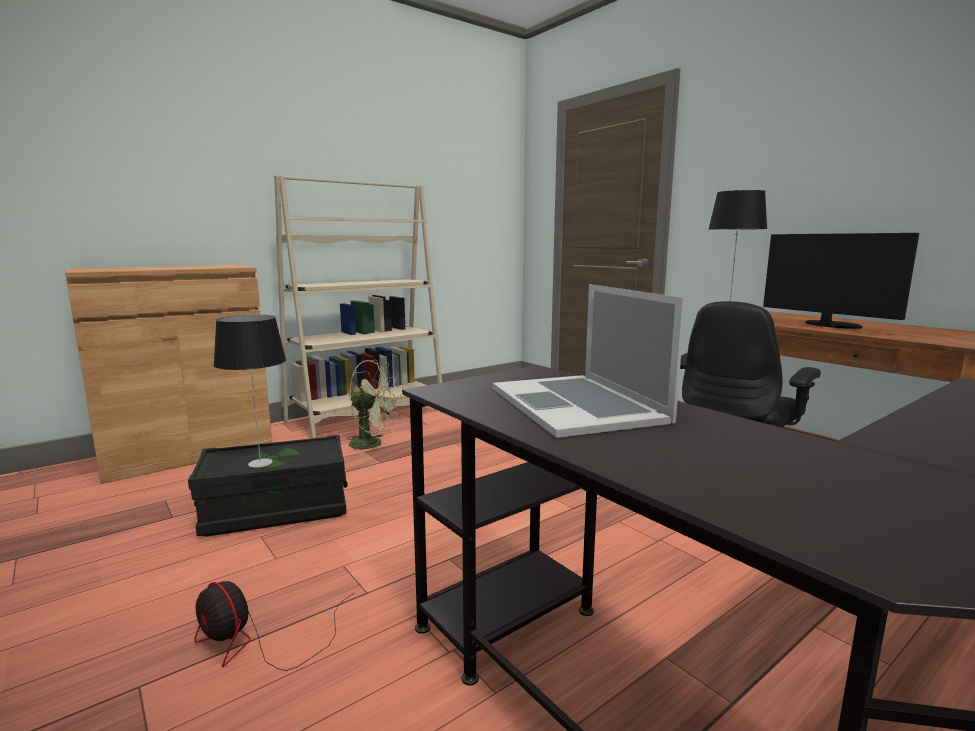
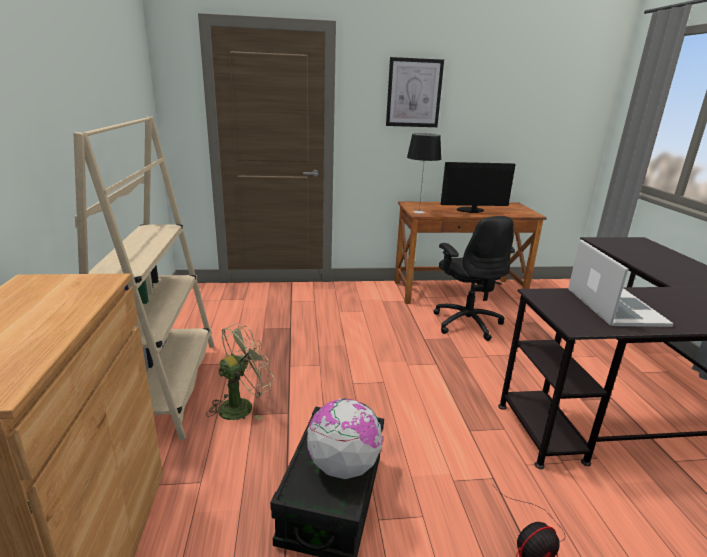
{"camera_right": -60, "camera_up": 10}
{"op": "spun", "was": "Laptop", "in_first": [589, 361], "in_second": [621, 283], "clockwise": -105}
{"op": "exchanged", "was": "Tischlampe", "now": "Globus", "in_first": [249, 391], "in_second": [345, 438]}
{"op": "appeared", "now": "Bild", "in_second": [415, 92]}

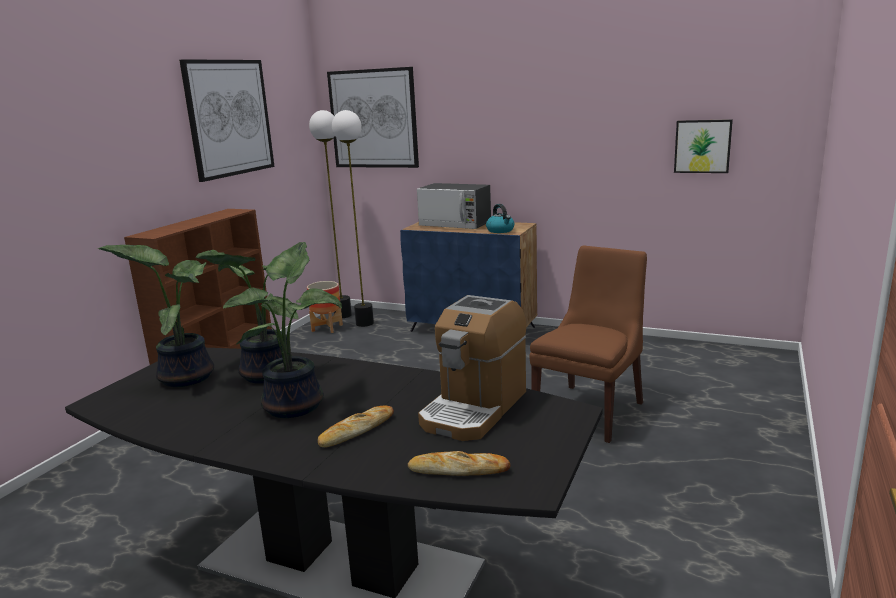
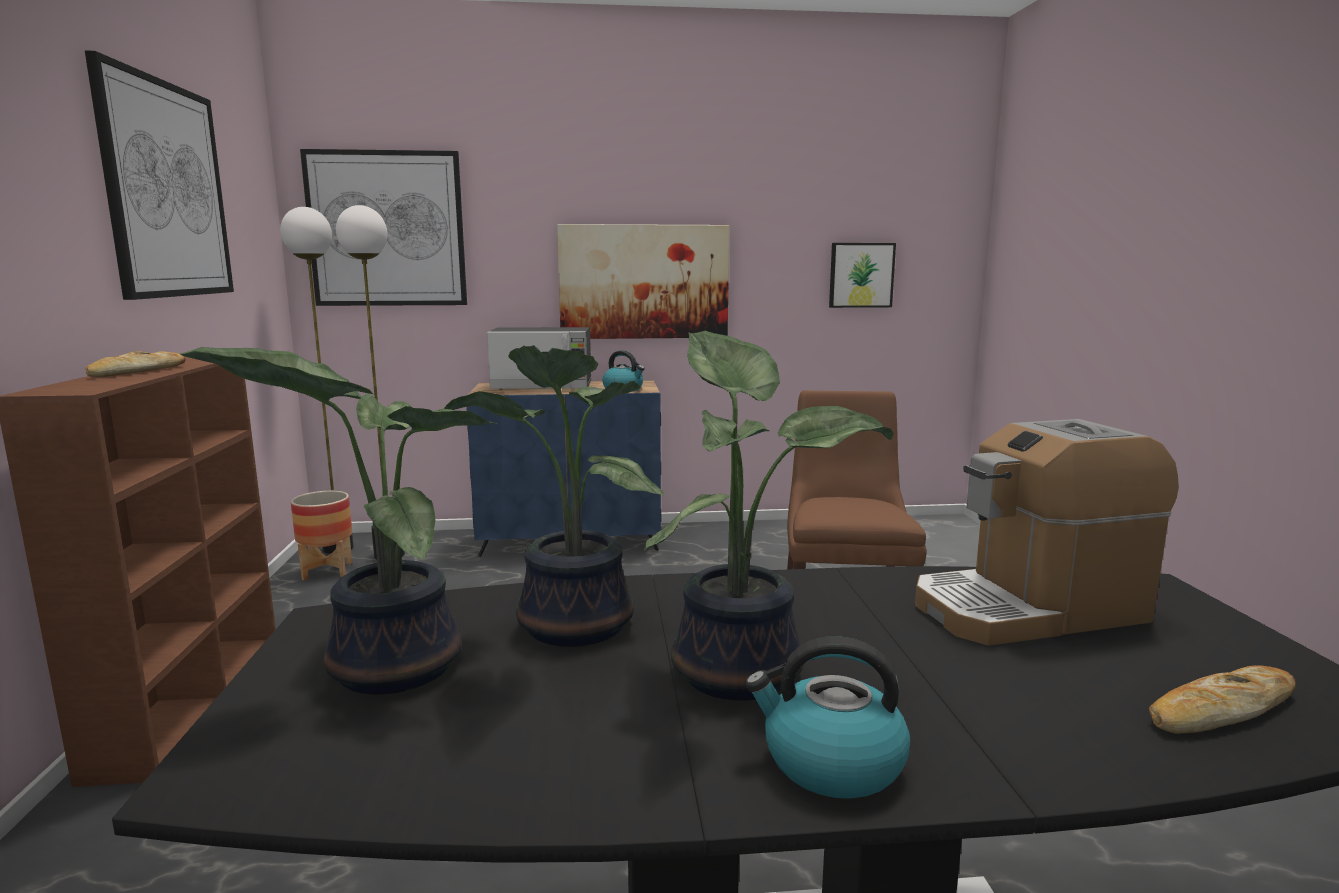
{"camera_right": -30, "camera_up": -5}
{"op": "spun", "was": "Kaffeemaschine", "in_first": [472, 368], "in_second": [1047, 532], "clockwise": 75}
{"op": "relocated", "was": "Brot", "in_first": [356, 426], "in_second": [135, 364]}
{"op": "appeared", "now": "Bild", "in_second": [643, 281]}
{"op": "appeared", "now": "Wasserkessel", "in_second": [827, 717]}

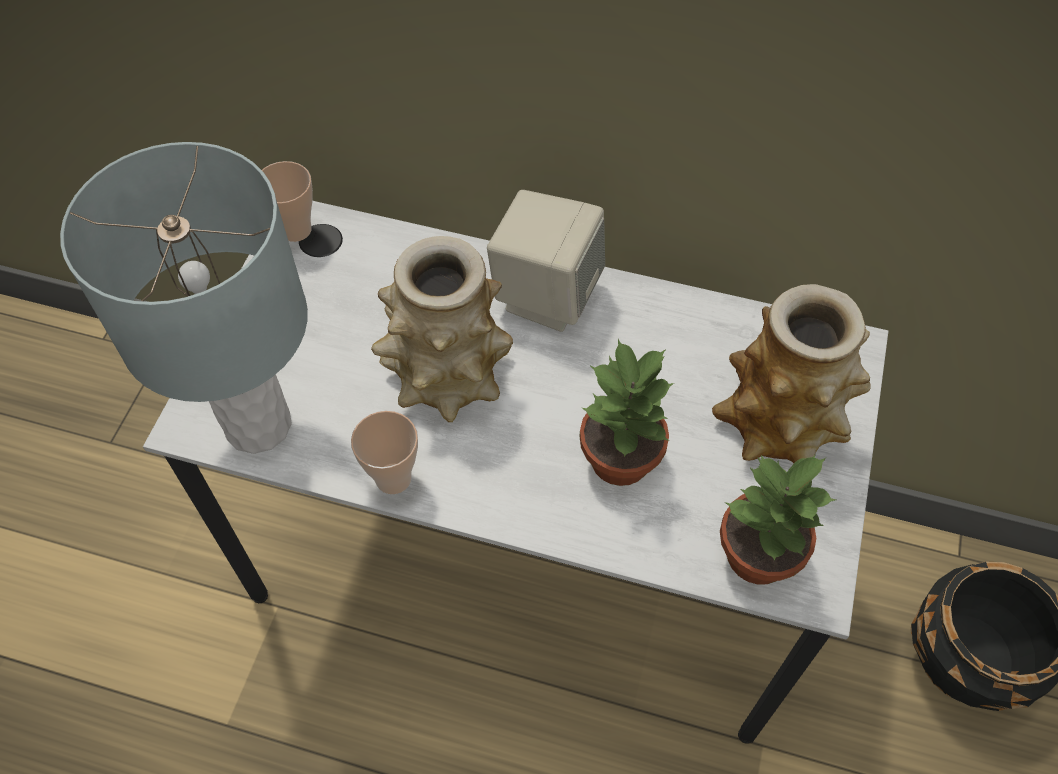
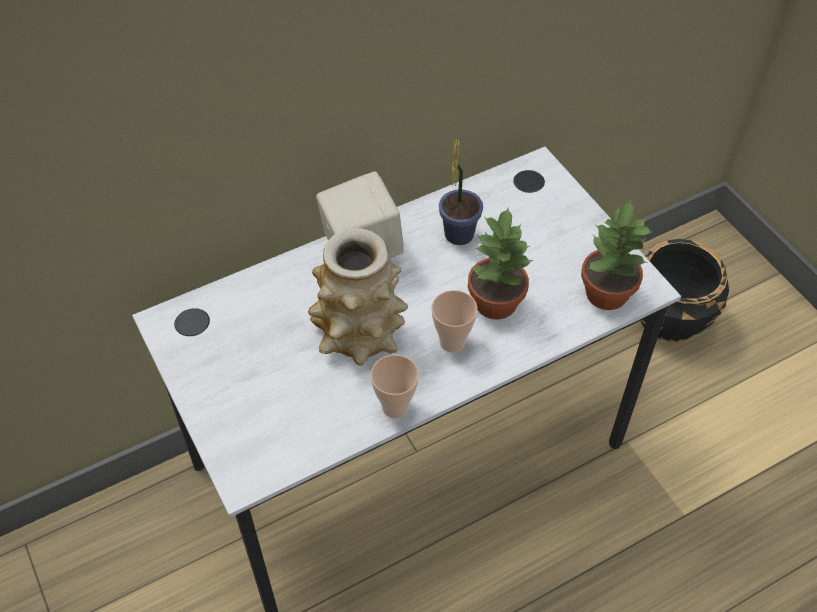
{"camera_right": -45, "camera_up": -5}
{"op": "missing", "was": "Tischlampe [grau]", "in_first": [184, 298]}
{"op": "relocated", "was": "Tasse", "in_first": [287, 201], "in_second": [454, 321]}
{"op": "missing", "was": "Vase", "in_first": [791, 373]}
{"op": "appeared", "now": "Topfpflanze", "in_second": [461, 192]}

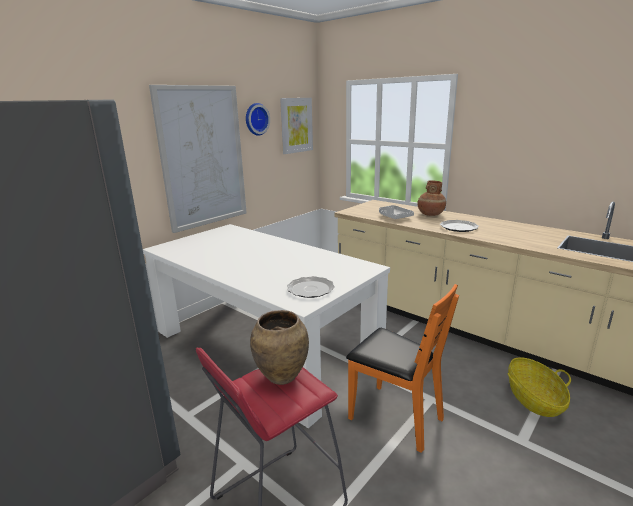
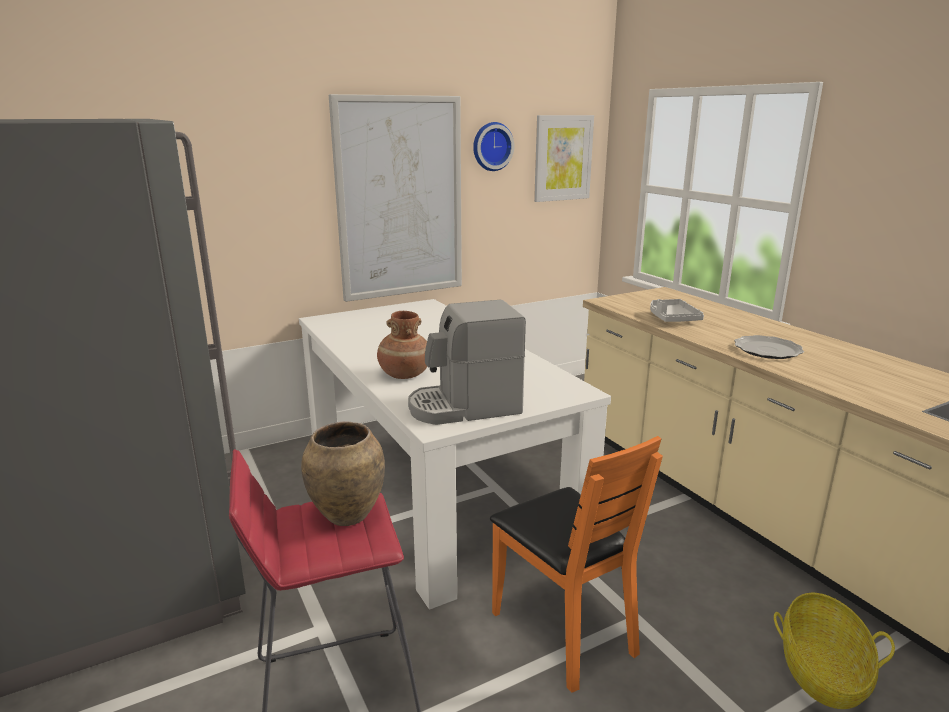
{"camera_right": 20, "camera_up": 0}
{"op": "relocated", "was": "Vase [braun]", "in_first": [431, 198], "in_second": [402, 345]}
{"op": "exchanged", "was": "Teller", "now": "Kaffeemaschine", "in_first": [311, 287], "in_second": [467, 362]}

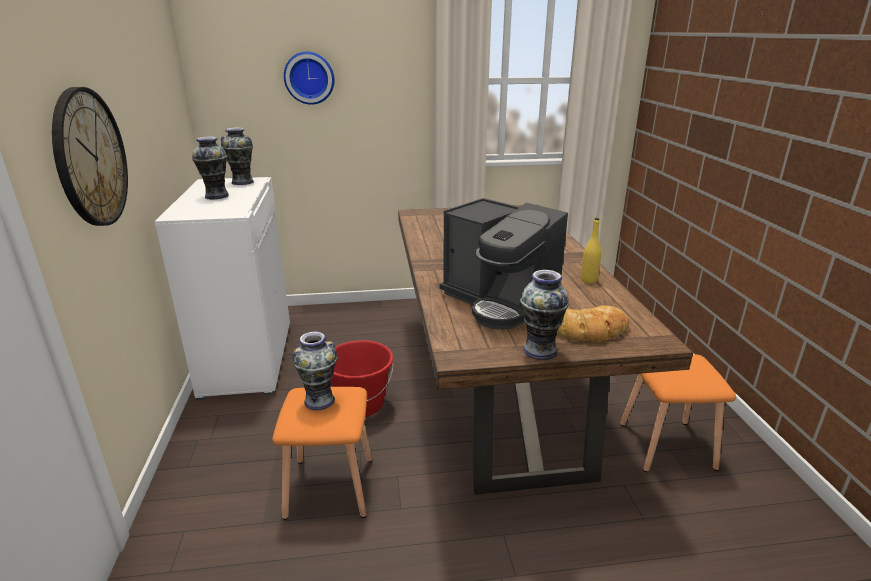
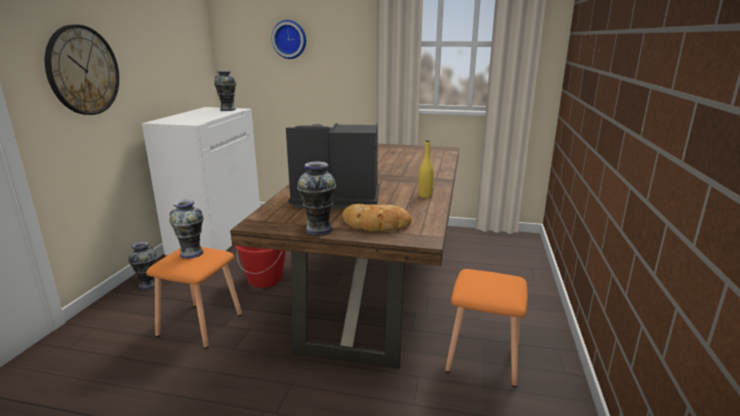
{"camera_right": 20, "camera_up": -5}
{"op": "relocated", "was": "Vase", "in_first": [210, 168], "in_second": [142, 266]}
{"op": "spun", "was": "Kaffeemaschine", "in_first": [504, 264], "in_second": [332, 166], "clockwise": 120}

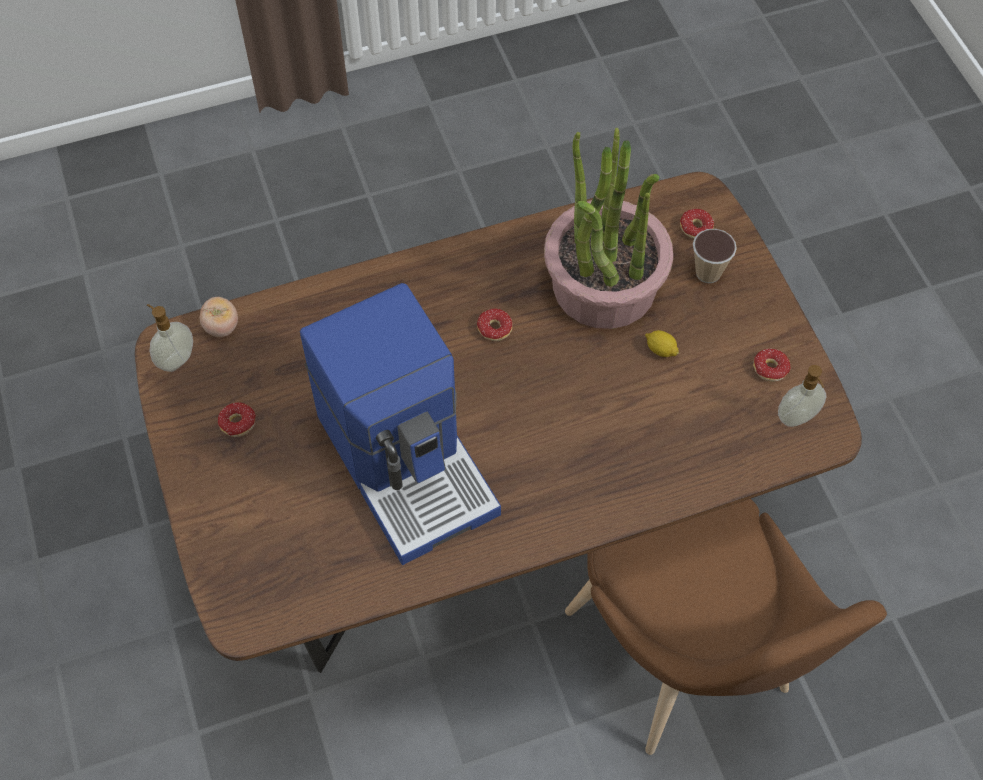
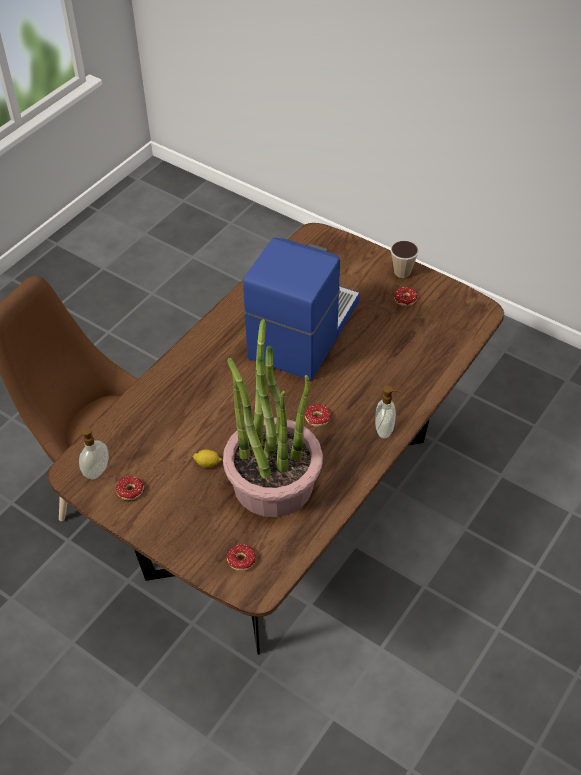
{"camera_right": 145, "camera_up": -10}
{"op": "relocated", "was": "Tasse", "in_first": [715, 256], "in_second": [405, 259]}
{"op": "spun", "was": "Kaffeemaschine", "in_first": [400, 424], "in_second": [301, 309], "clockwise": 90}
{"op": "missing", "was": "Tomate", "in_first": [219, 317]}
{"op": "relocated", "was": "Seifenspender", "in_first": [170, 338], "in_second": [388, 412]}

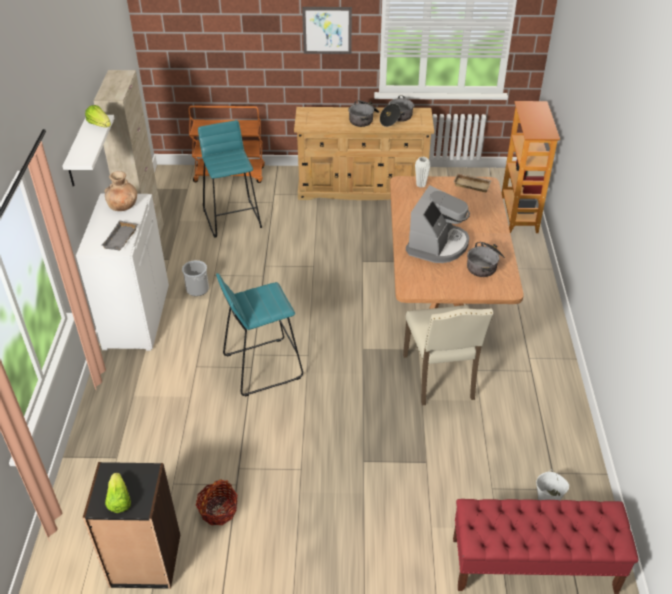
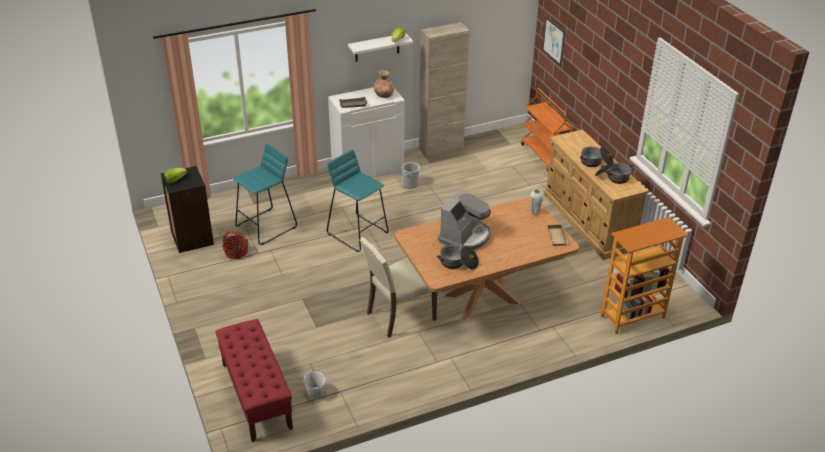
{"camera_right": 65, "camera_up": -5}
{"op": "relocated", "was": "Bild", "in_first": [327, 30], "in_second": [554, 41]}
{"op": "relocated", "was": "Hocker [türkis]", "in_first": [230, 179], "in_second": [265, 194]}
{"op": "spun", "was": "Kaffeemaschine", "in_first": [438, 224], "in_second": [464, 219], "clockwise": -60}

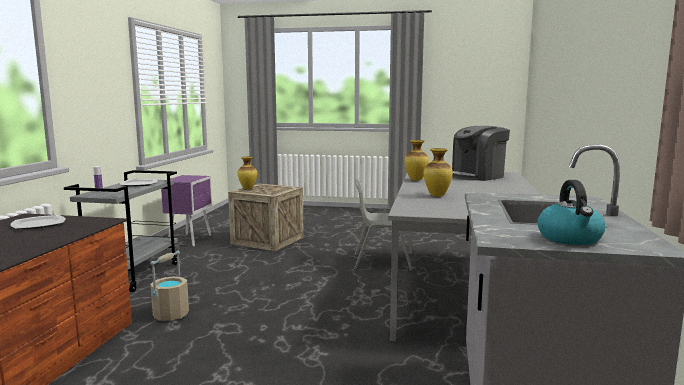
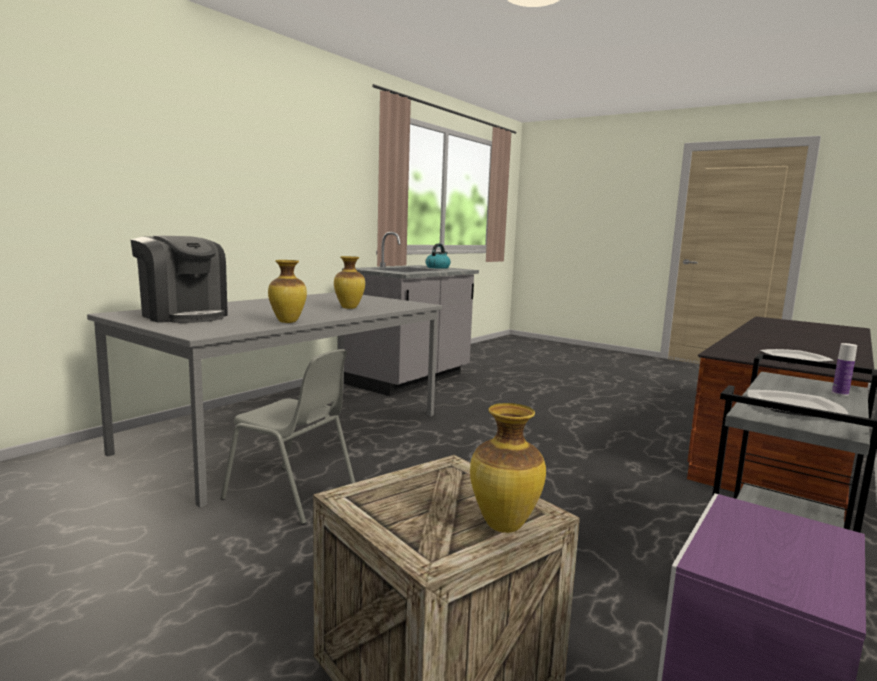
{"camera_right": -155, "camera_up": 0}
{"op": "spun", "was": "Kaffeemaschine", "in_first": [481, 153], "in_second": [179, 279], "clockwise": 45}
{"op": "missing", "was": "Eimer [beige]", "in_first": [169, 286]}

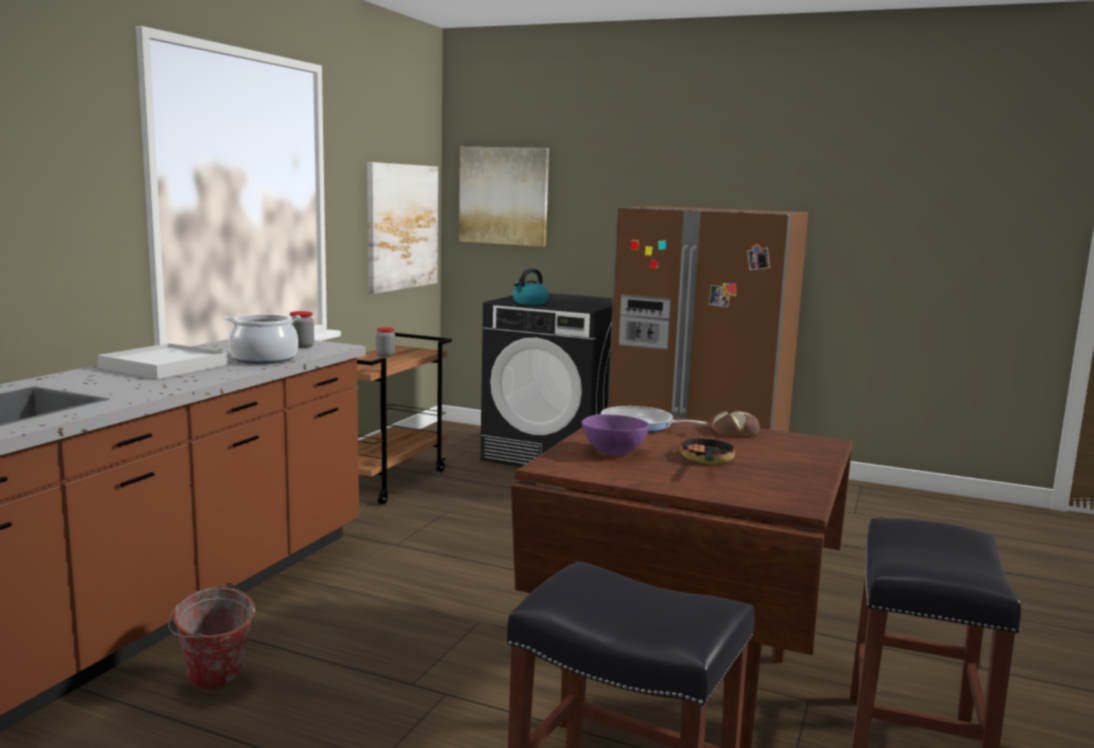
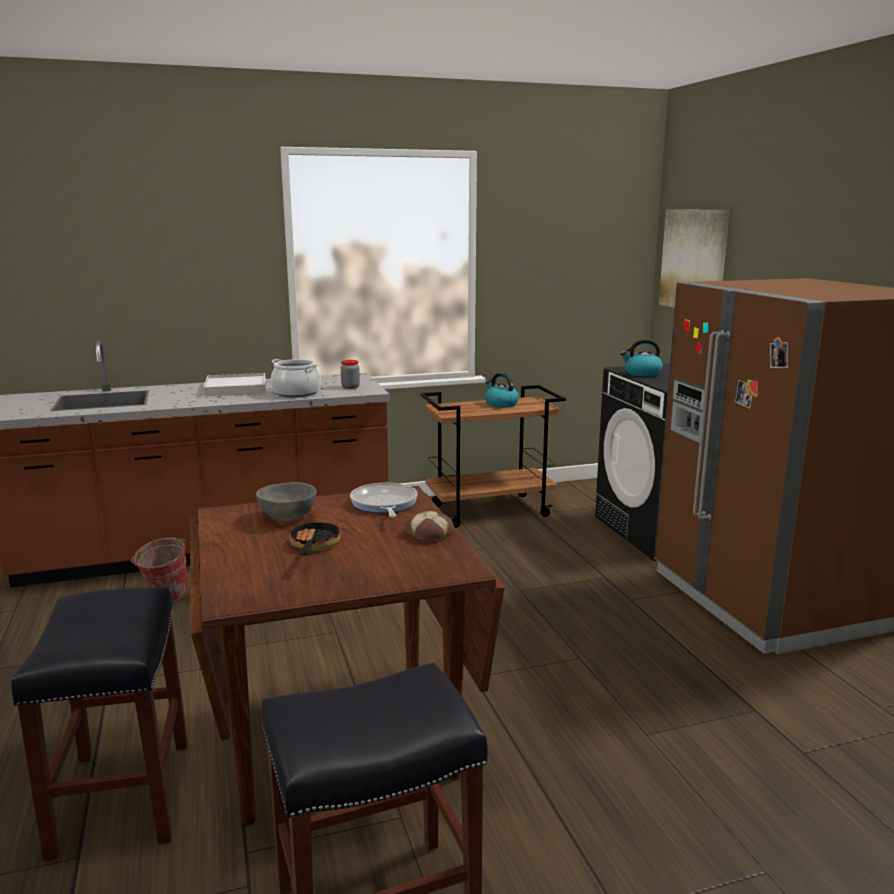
{"camera_right": 50, "camera_up": 5}
{"op": "missing", "was": "Bild", "in_first": [402, 228]}
{"op": "exchanged", "was": "Vorratsglas", "now": "Wasserkessel", "in_first": [385, 342], "in_second": [502, 390]}
{"op": "colour", "was": "Schüssel [lila]", "now": "Schüssel [grau]", "in_first": [615, 434], "in_second": [286, 501]}
{"op": "spun", "was": "Pfanne", "in_first": [707, 449], "in_second": [315, 537], "clockwise": -60}

